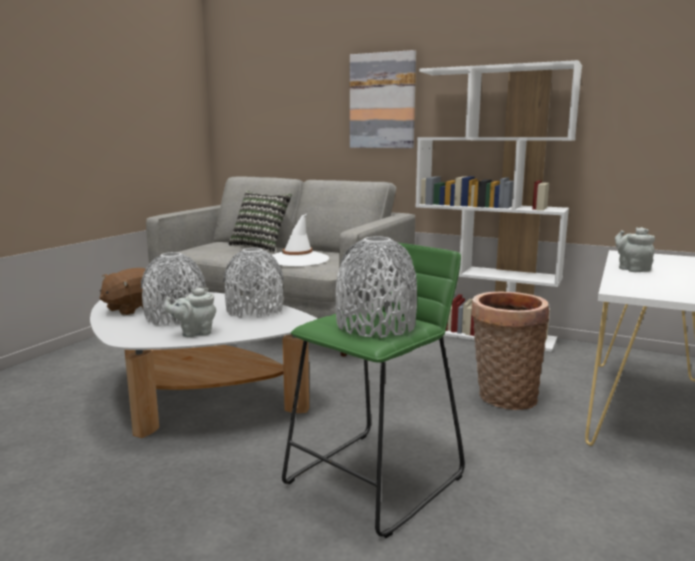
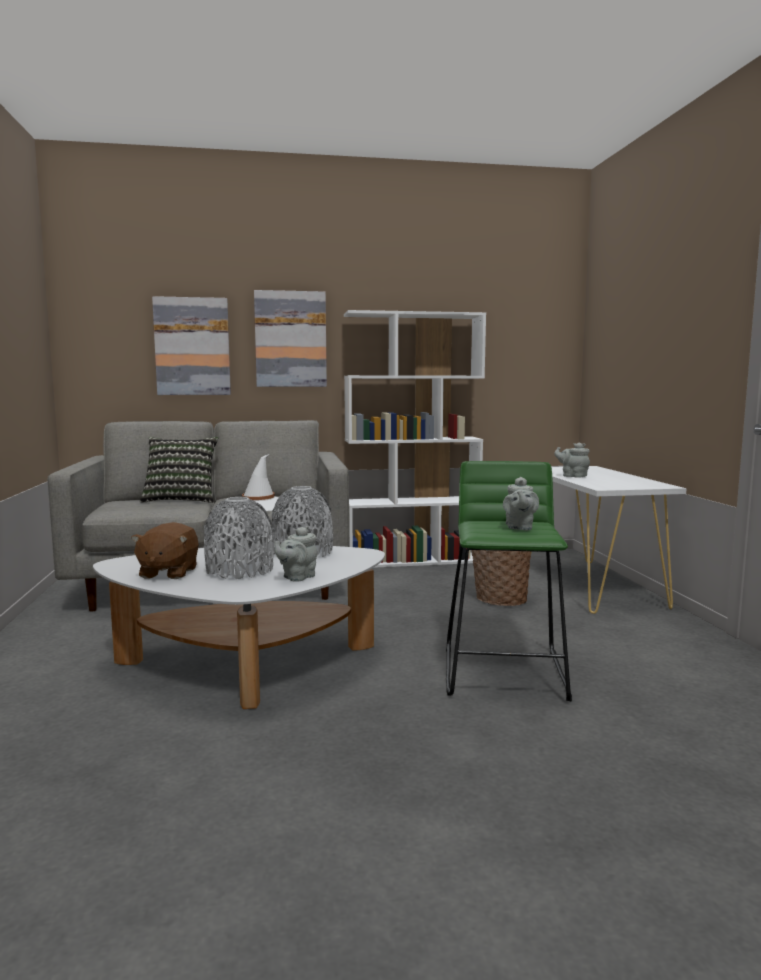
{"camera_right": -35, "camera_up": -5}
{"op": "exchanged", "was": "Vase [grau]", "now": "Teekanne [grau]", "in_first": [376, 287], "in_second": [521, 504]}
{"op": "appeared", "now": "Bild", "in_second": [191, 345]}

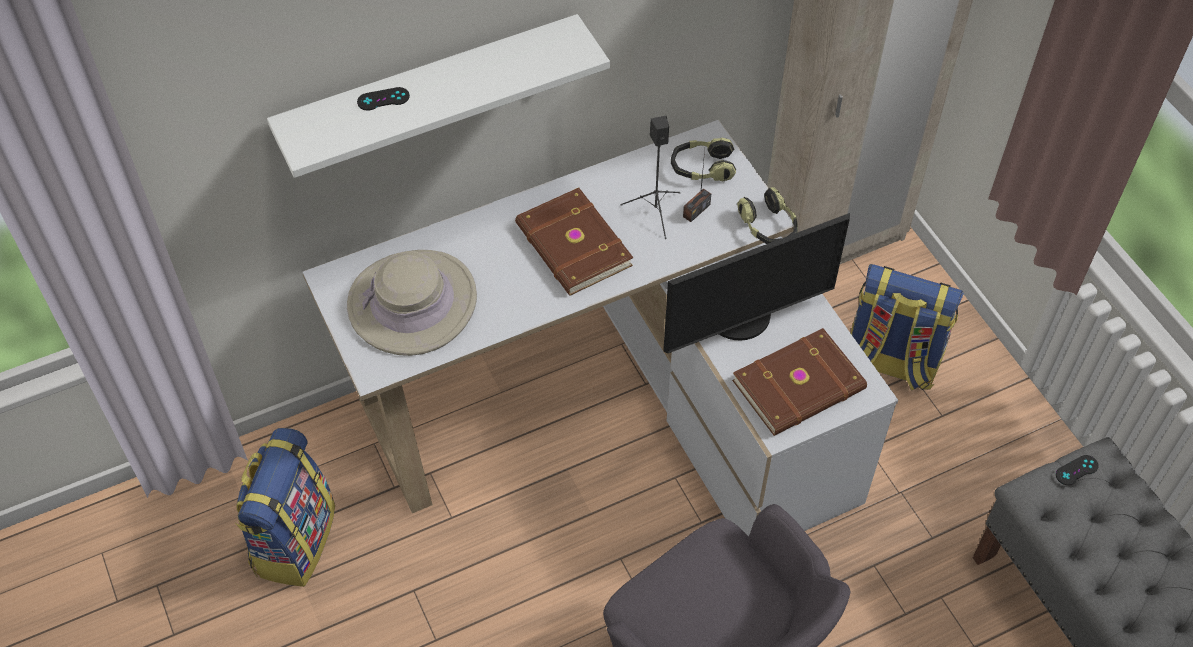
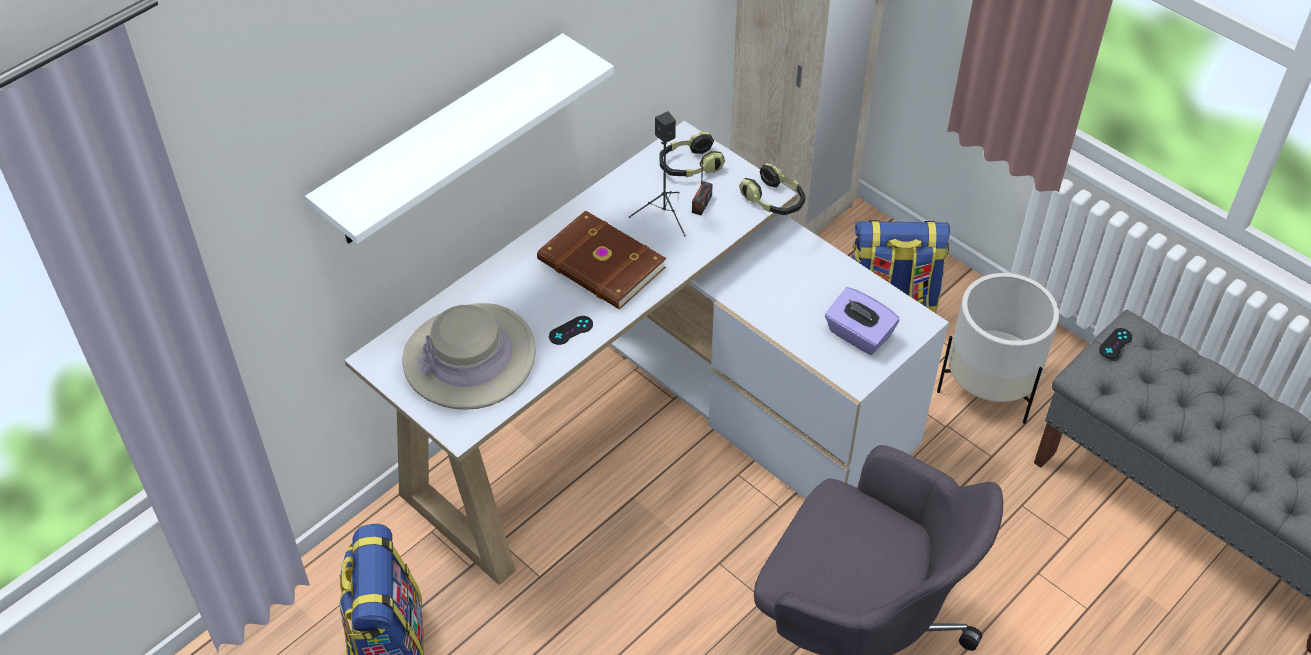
{"camera_right": -20, "camera_up": -5}
{"op": "relocated", "was": "Gamepad [schwarz]", "in_first": [383, 99], "in_second": [571, 330]}
{"op": "missing", "was": "Monitor", "in_first": [756, 283]}
{"op": "exchanged", "was": "Buch [braun]", "now": "Taschentuchbox [lila]", "in_first": [799, 382], "in_second": [862, 321]}
{"op": "appeared", "now": "Pflanzkübel [weiß]", "in_second": [998, 348]}

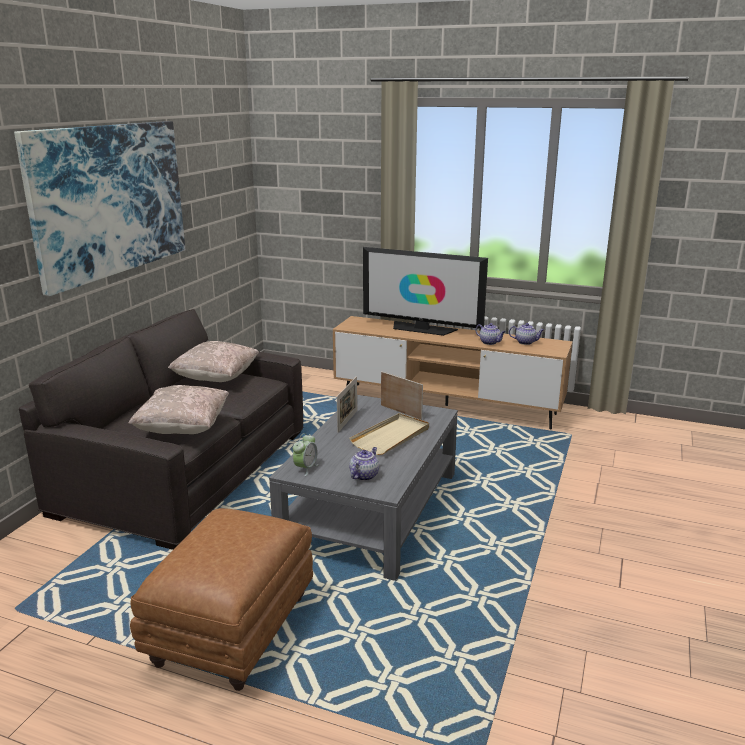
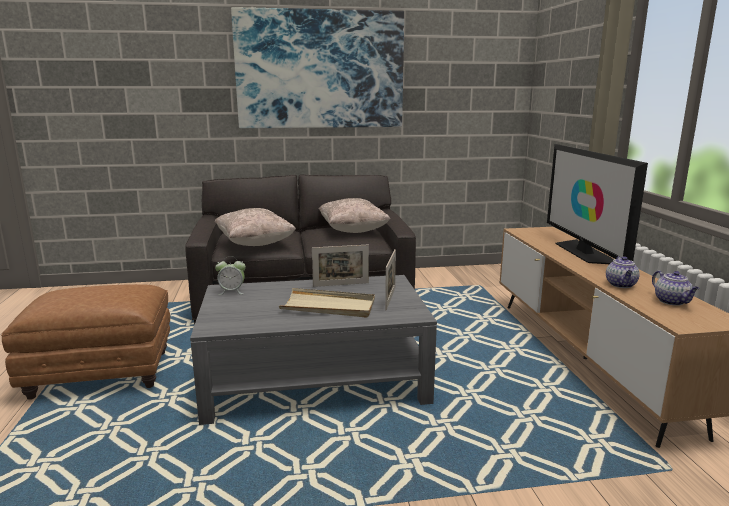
{"camera_right": 60, "camera_up": -5}
{"op": "missing", "was": "Teekanne", "in_first": [364, 464]}

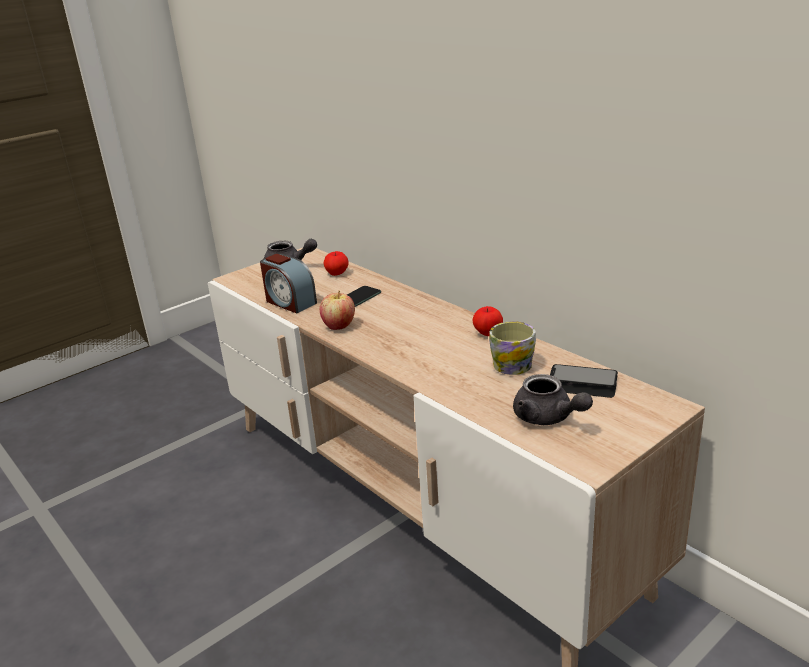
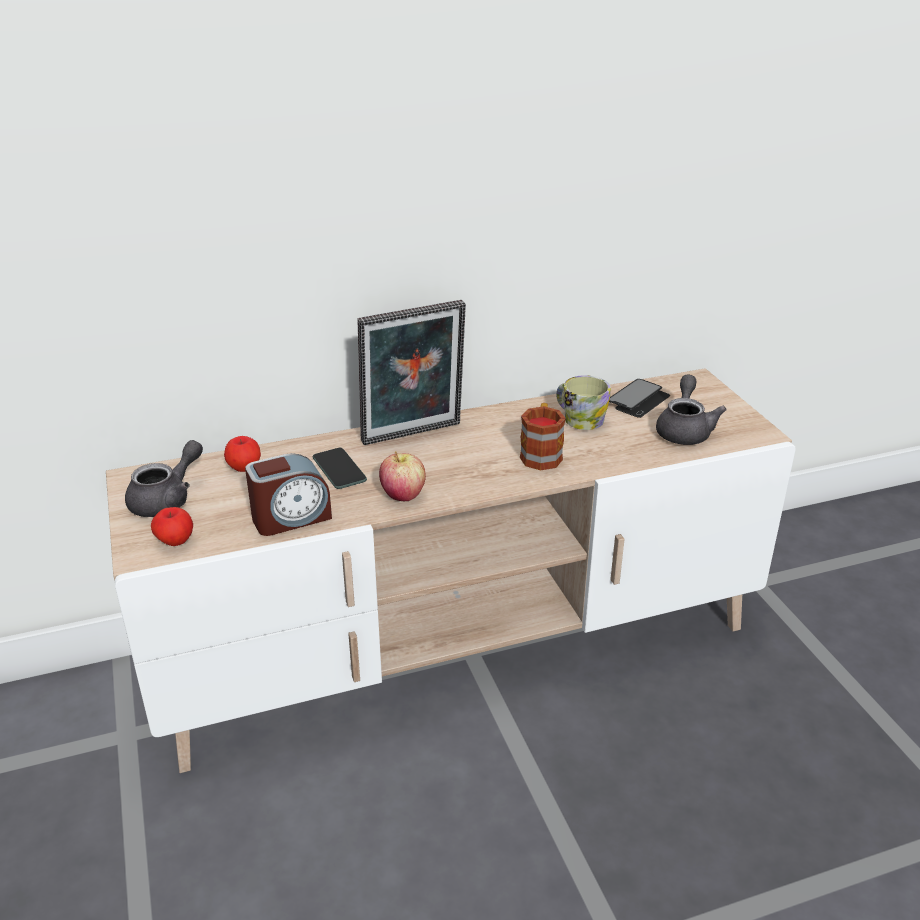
{"camera_right": -70, "camera_up": 5}
{"op": "relocated", "was": "Apfel", "in_first": [488, 321], "in_second": [172, 526]}
{"op": "spun", "was": "Teekanne [grau]", "in_first": [553, 399], "in_second": [691, 410], "clockwise": -60}
{"op": "appeared", "now": "Bilderrahmen", "in_second": [411, 372]}
{"op": "appeared", "now": "Henkelbecher", "in_second": [543, 436]}

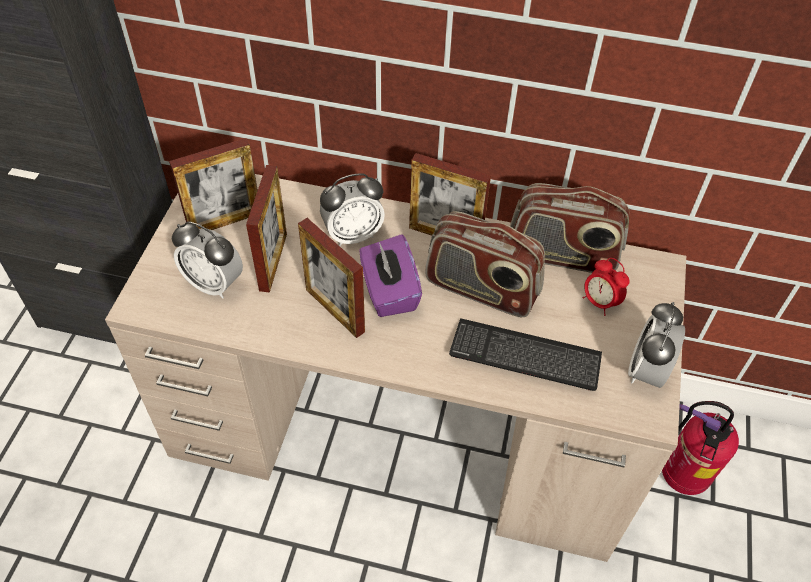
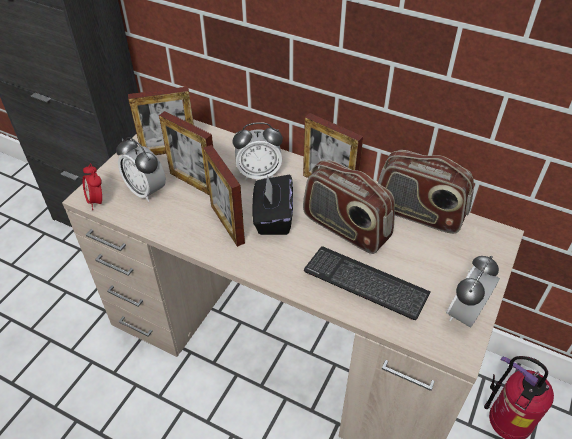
{"camera_right": 15, "camera_up": -5}
{"op": "spun", "was": "Bilderrahmen", "in_first": [266, 229], "in_second": [186, 153], "clockwise": 105}
{"op": "colour", "was": "Taschentuchbox [lila]", "now": "Taschentuchbox [schwarz]", "in_first": [390, 275], "in_second": [272, 205]}
{"op": "relocated", "was": "Wecker", "in_first": [606, 287], "in_second": [92, 186]}

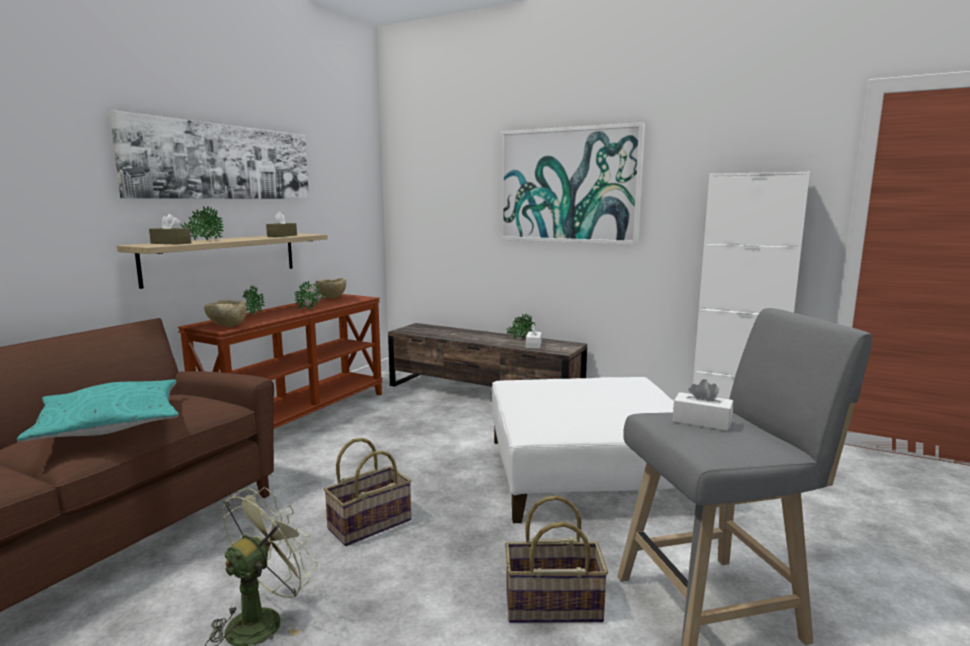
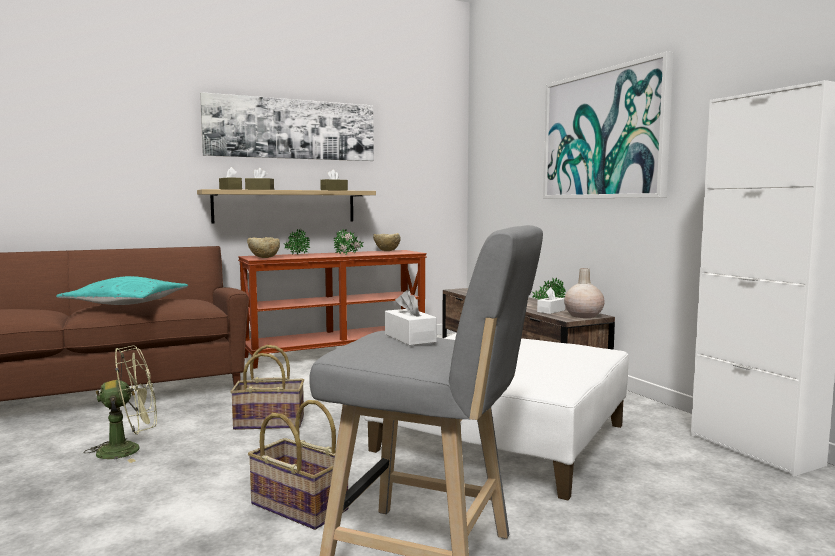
{"camera_right": 35, "camera_up": -5}
{"op": "exchanged", "was": "Topfpflanze", "now": "Taschentuchbox [braun]", "in_first": [202, 223], "in_second": [259, 179]}
{"op": "appeared", "now": "Vase [beige]", "in_second": [584, 293]}

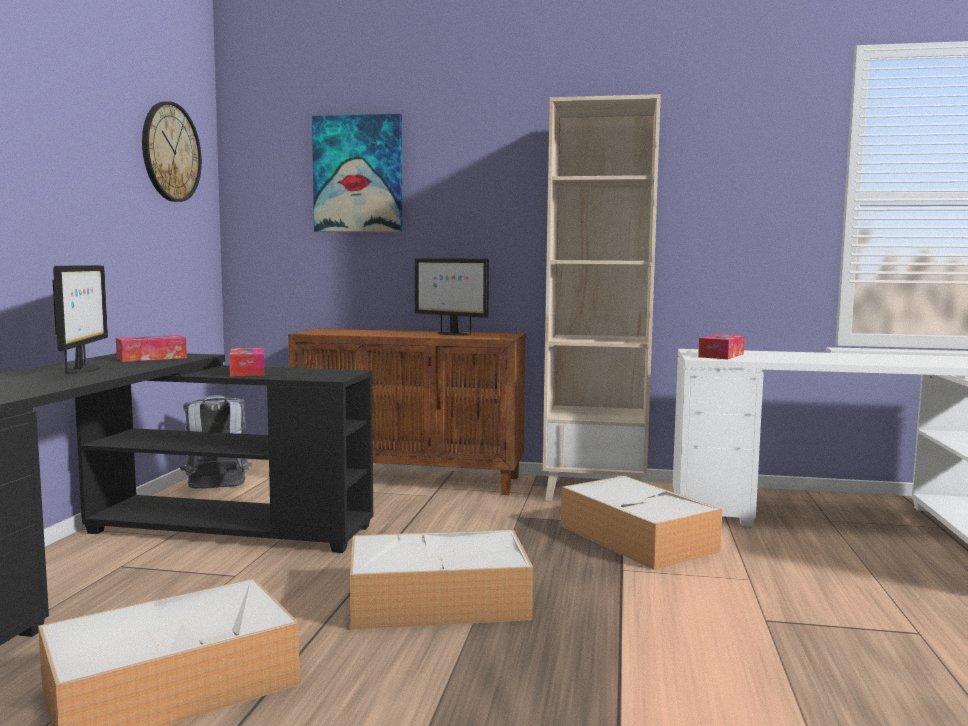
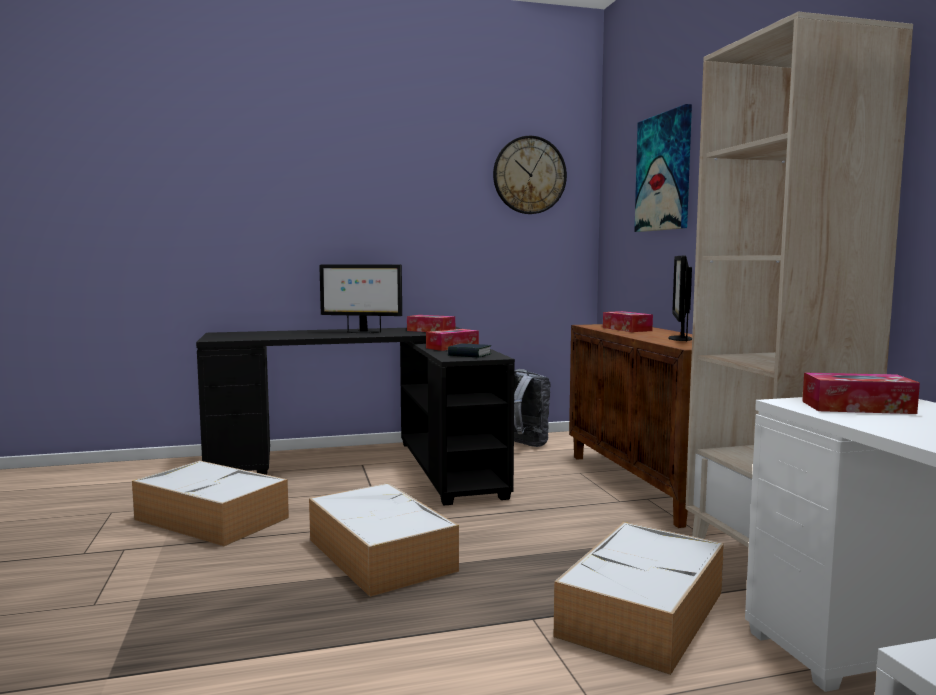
{"camera_right": 65, "camera_up": 0}
{"op": "spun", "was": "Monitor", "in_first": [80, 319], "in_second": [360, 298], "clockwise": 45}
{"op": "appeared", "now": "Taschentuchbox", "in_second": [628, 321]}
{"op": "appeared", "now": "Buch", "in_second": [469, 350]}

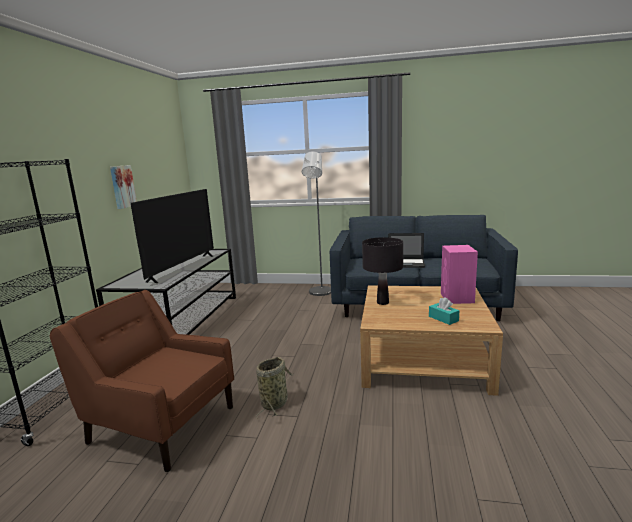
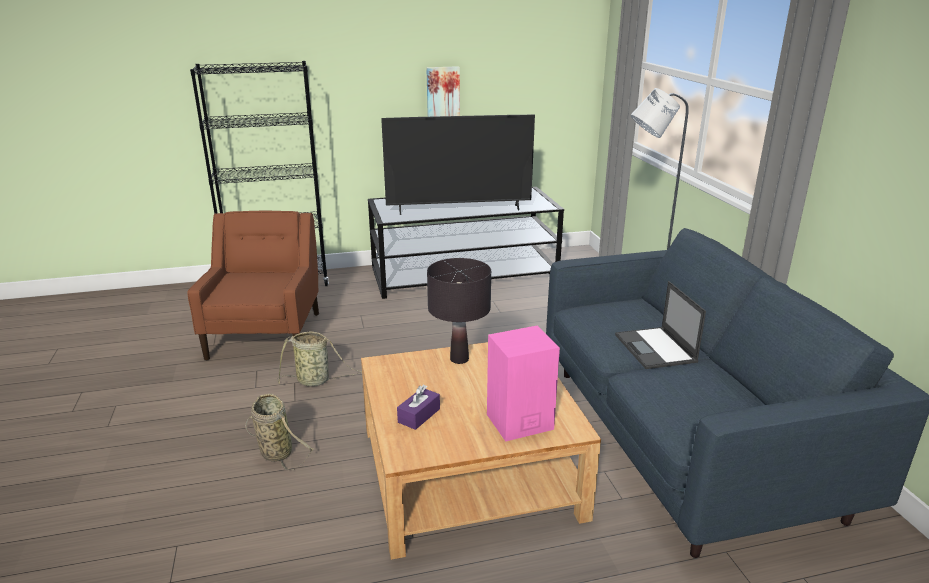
{"camera_right": 65, "camera_up": 10}
{"op": "colour", "was": "Taschentuchbox [türkis]", "now": "Taschentuchbox [lila]", "in_first": [444, 311], "in_second": [418, 407]}
{"op": "appeared", "now": "Korb", "in_second": [279, 432]}

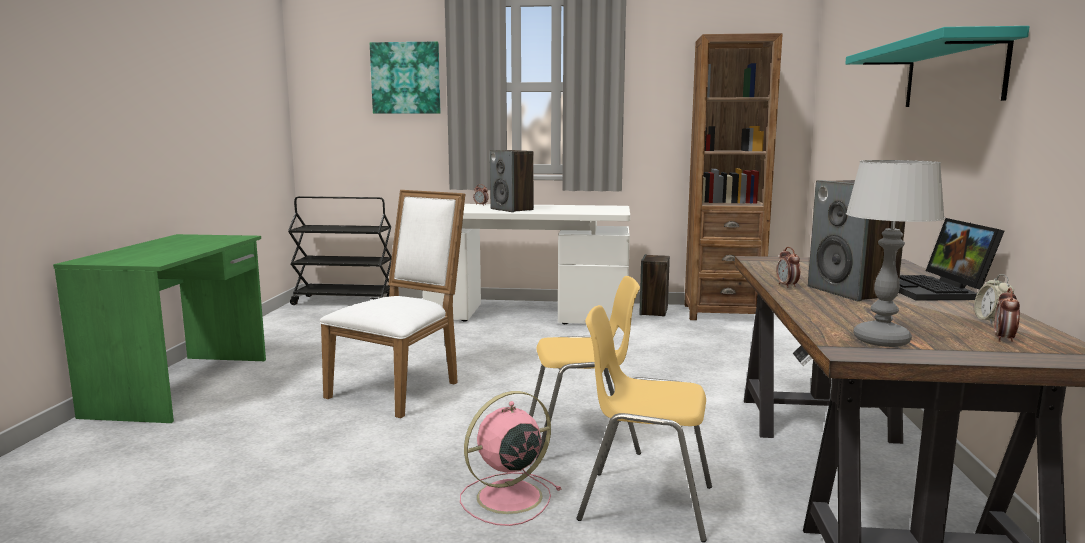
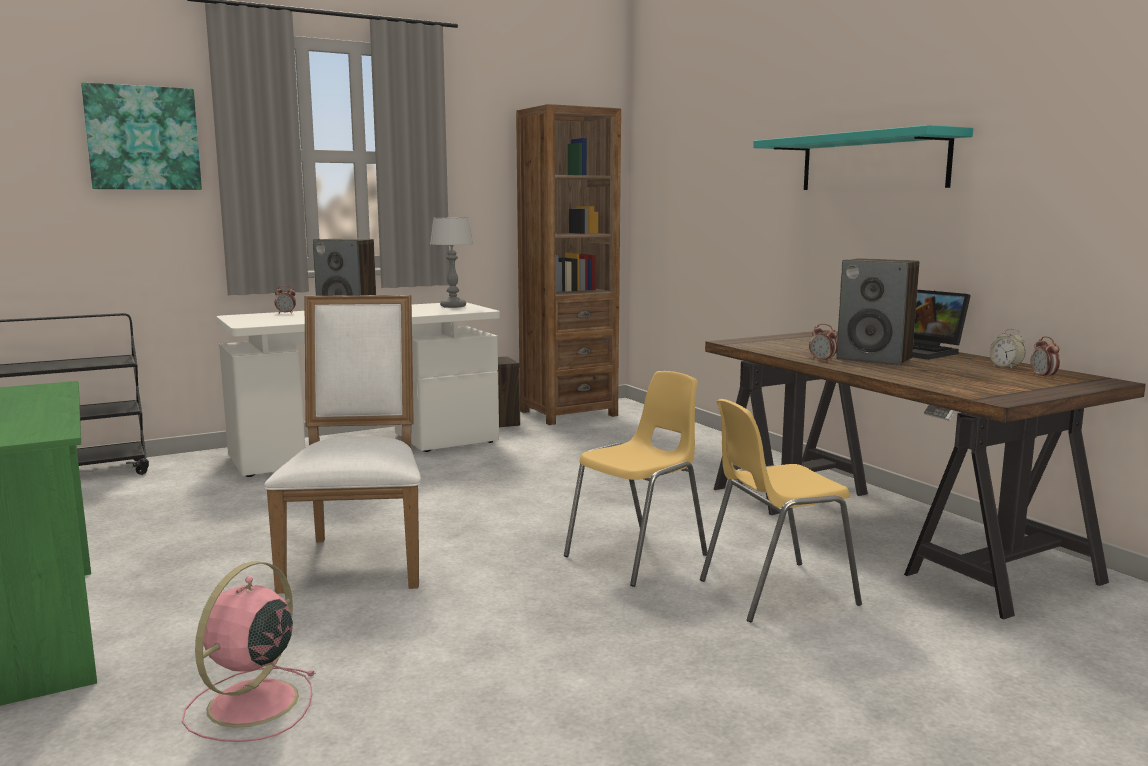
{"camera_right": -35, "camera_up": 0}
{"op": "relocated", "was": "Tischlampe", "in_first": [895, 253], "in_second": [451, 262]}
{"op": "relocated", "was": "Ventilator [rosa]", "in_first": [511, 458], "in_second": [249, 651]}

